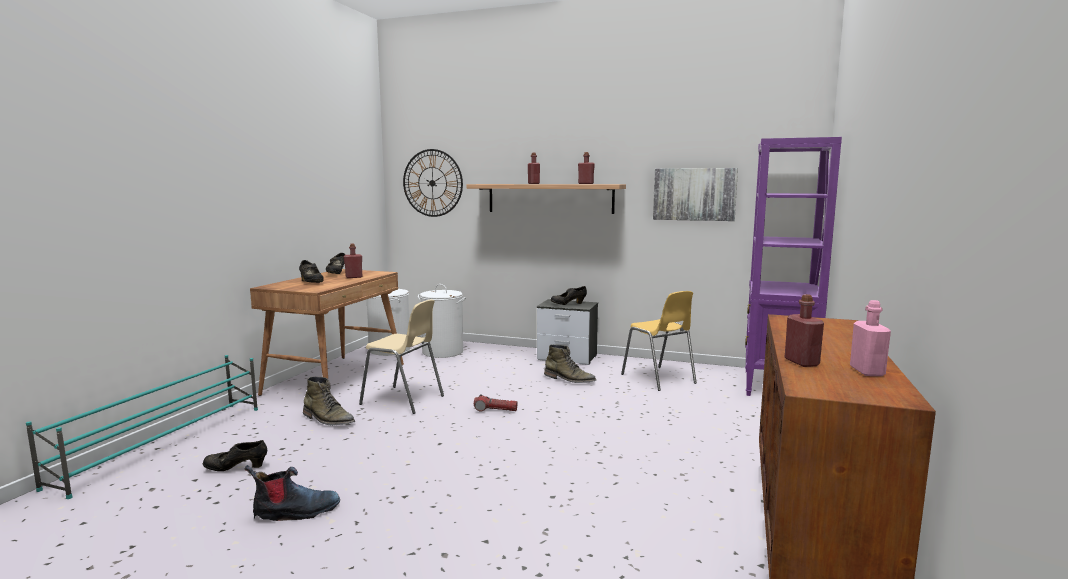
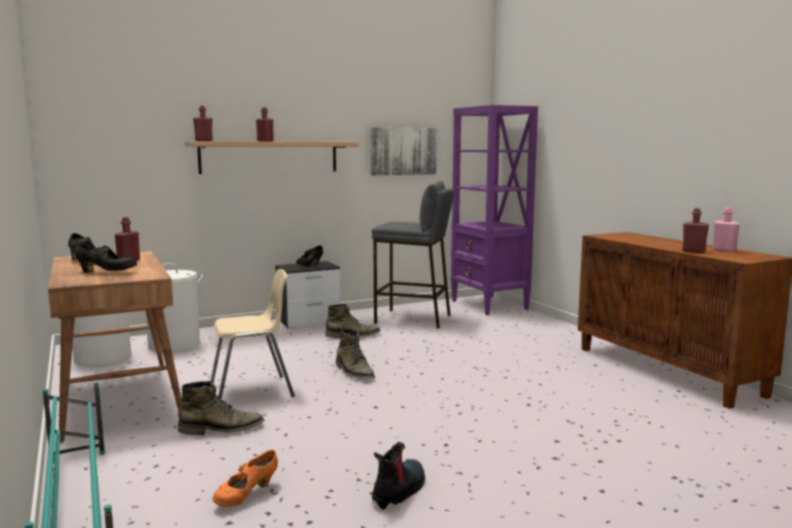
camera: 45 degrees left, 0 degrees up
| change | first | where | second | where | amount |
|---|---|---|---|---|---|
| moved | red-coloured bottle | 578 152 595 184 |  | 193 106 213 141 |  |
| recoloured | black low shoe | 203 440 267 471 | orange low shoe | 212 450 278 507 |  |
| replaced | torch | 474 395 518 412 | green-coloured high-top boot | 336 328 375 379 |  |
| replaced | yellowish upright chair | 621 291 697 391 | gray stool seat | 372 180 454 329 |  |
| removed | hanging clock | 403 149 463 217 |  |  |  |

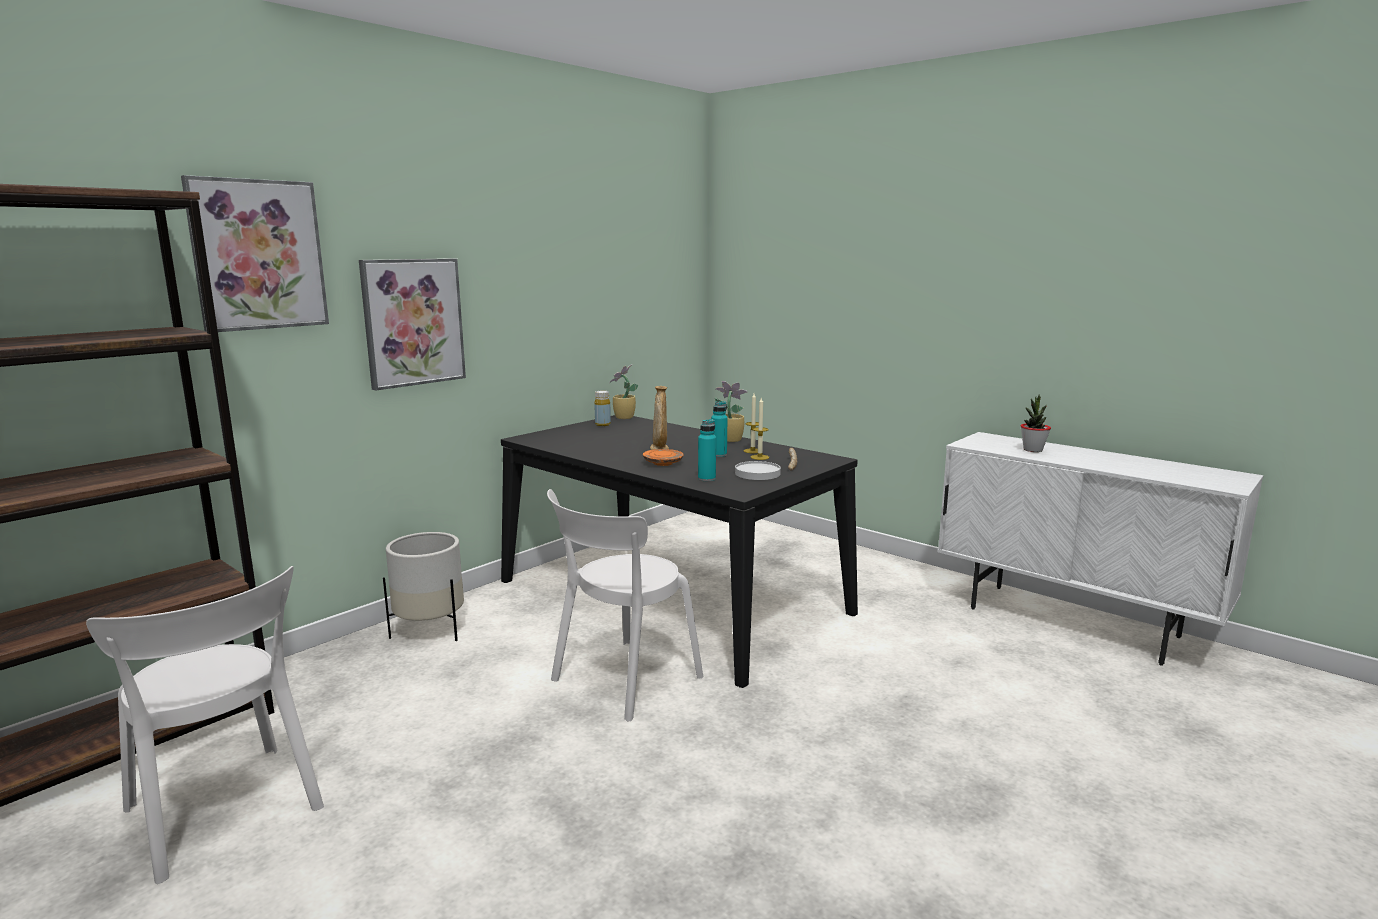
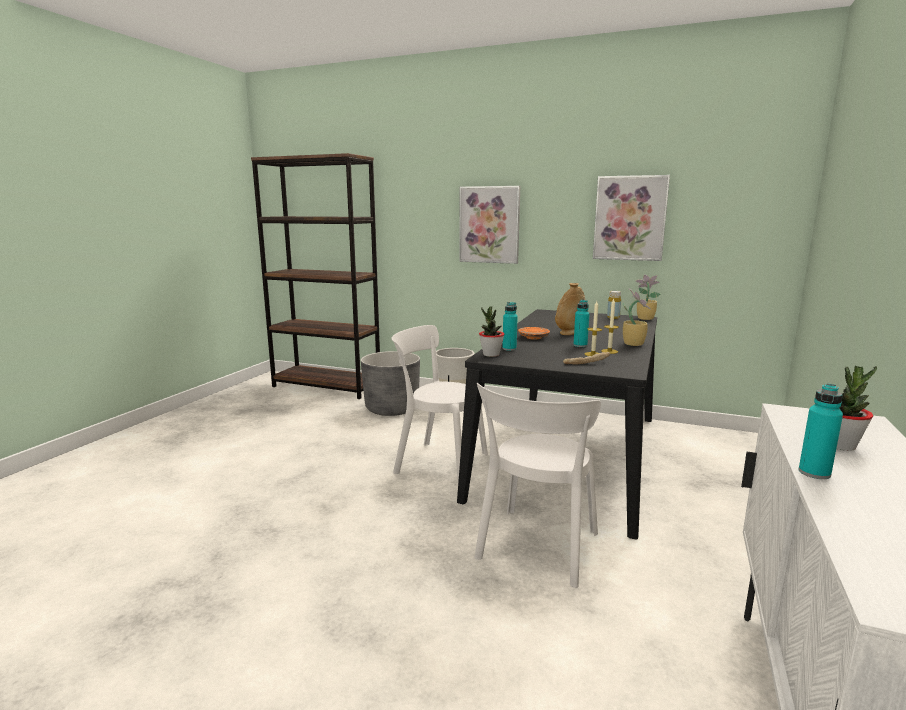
camera: 70 degrees right, 0 degrees up
| change | first | where | second | where | amount |
|---|---|---|---|---|---|
| added |  |  | gray plant pot | 361 351 420 416 |  |
| moved | whitish upright chair | 86 566 324 884 |  | 474 383 601 588 |  |
| added |  |  | plant in a pot | 479 306 505 357 |  |
| moved | picture | 181 175 329 332 |  | 593 175 670 261 |  |
| added |  |  | turquoise-coloured bottle | 799 383 843 479 |  |
| removed | whitish flat dish | 735 461 781 480 |  |  |  |

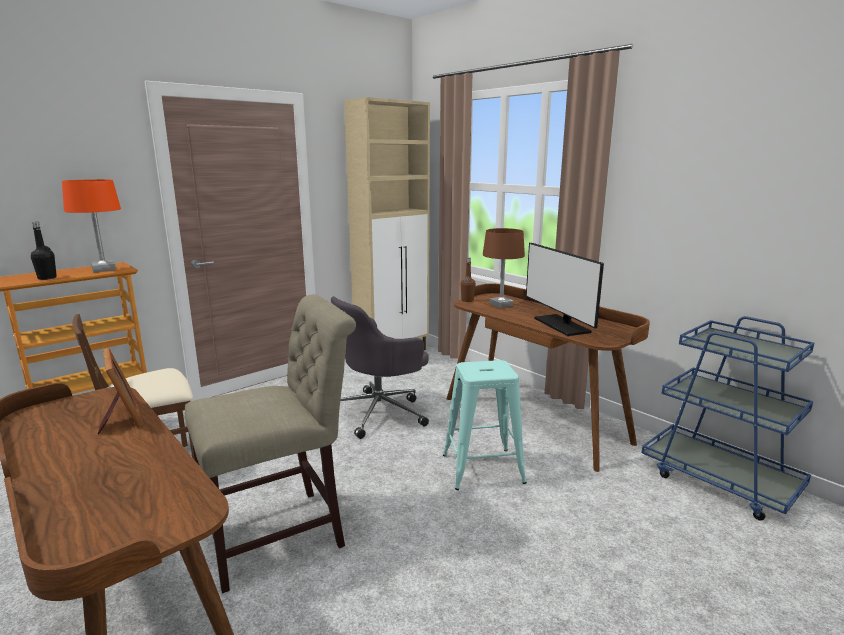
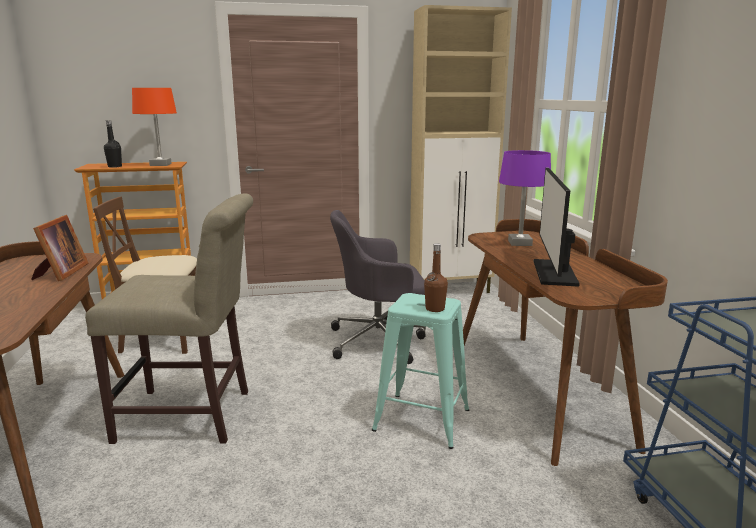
camera: 30 degrees right, 0 degrees up
| change | first | where | second | where | amount |
|---|---|---|---|---|---|
| moved | brown bottle | 461 258 476 302 |  | 424 243 448 312 |  |
| recoloured | brown tabletop lamp | 483 228 525 308 | purple-coloured tabletop lamp | 499 150 551 246 |  |

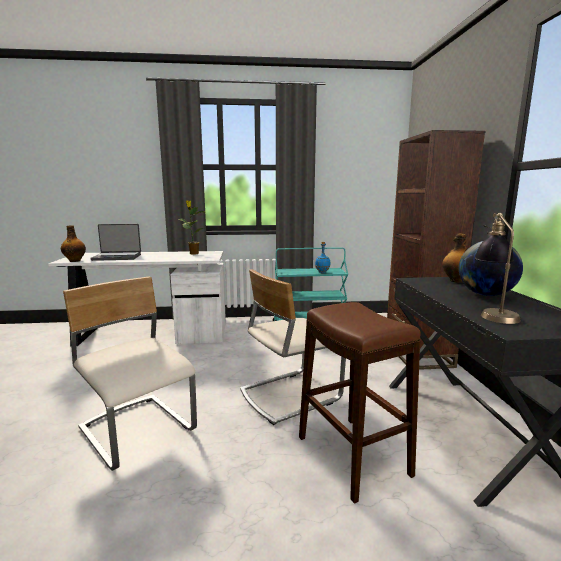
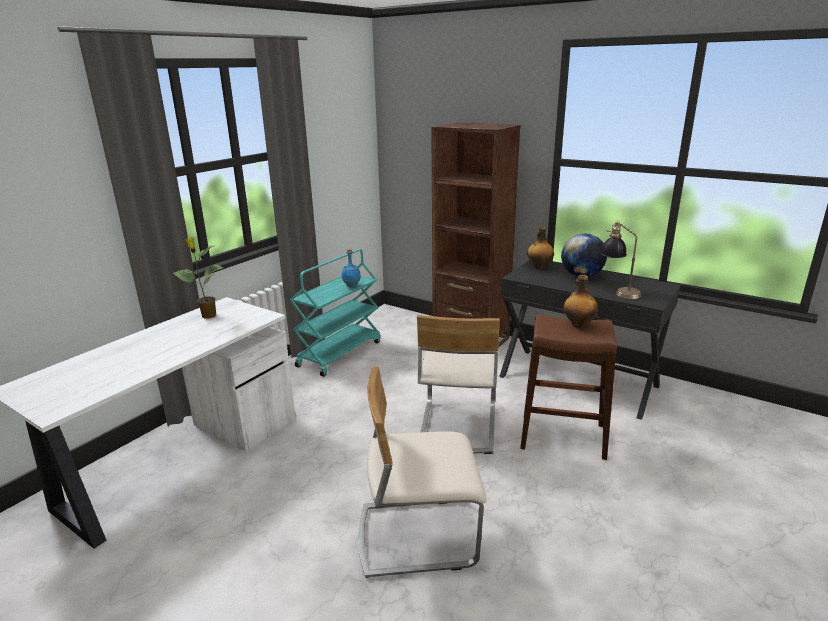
camera: 50 degrees left, 10 degrees up
| change | first | where | second | where | amount |
|---|---|---|---|---|---|
| moved | bottle | 61 225 86 262 |  | 563 275 598 328 |  |
| removed | laptop | 90 224 141 261 |  |  |  |

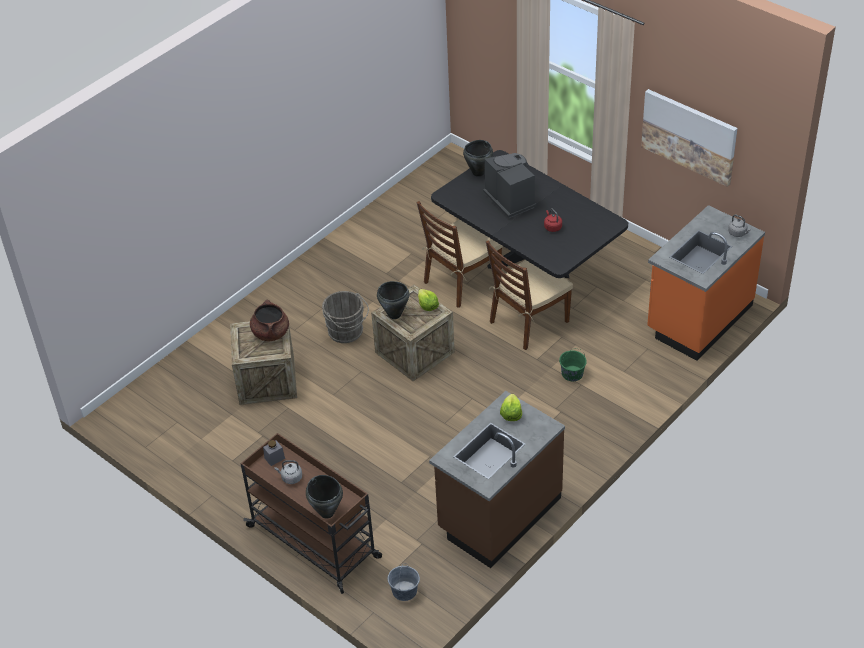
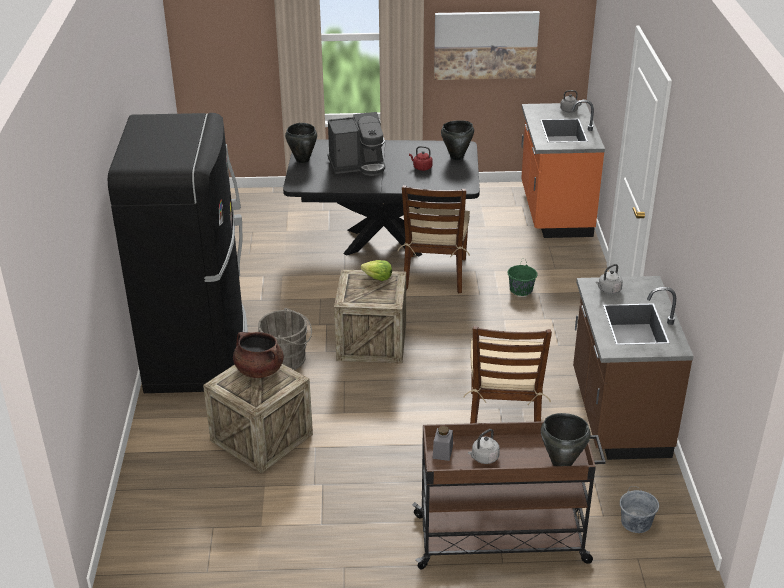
camera: 45 degrees left, 10 degrees down
| change | first | where | second | where | amount |
|---|---|---|---|---|---|
| added |  |  | black refrigerator | 108 113 248 393 |  |
| turned | coffee maker | 483 153 537 218 |  | 328 112 385 176 | 150 degrees clockwise |
| moved | black cooking pot | 377 281 410 319 |  | 441 120 474 160 |  |
| moved | brown upright chair | 417 201 503 308 |  | 463 326 552 423 |  |
| replaced | lettuce head | 500 394 522 421 | gray tea kettle | 596 264 623 294 |  |

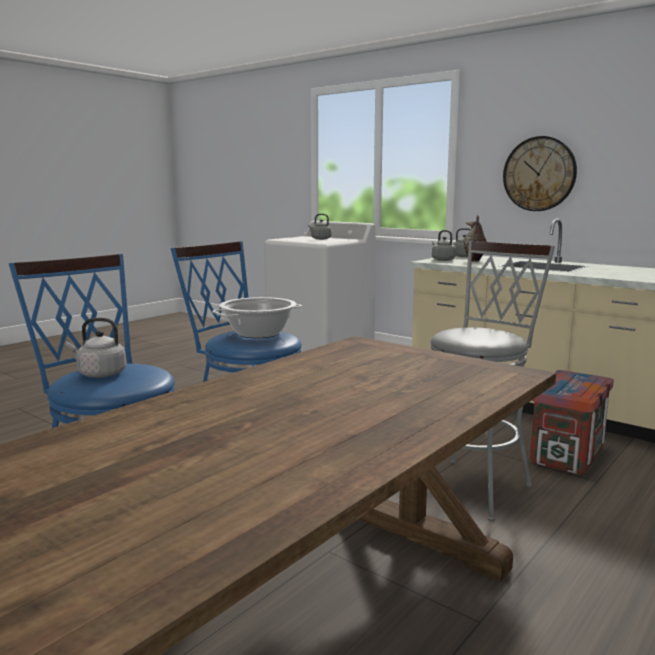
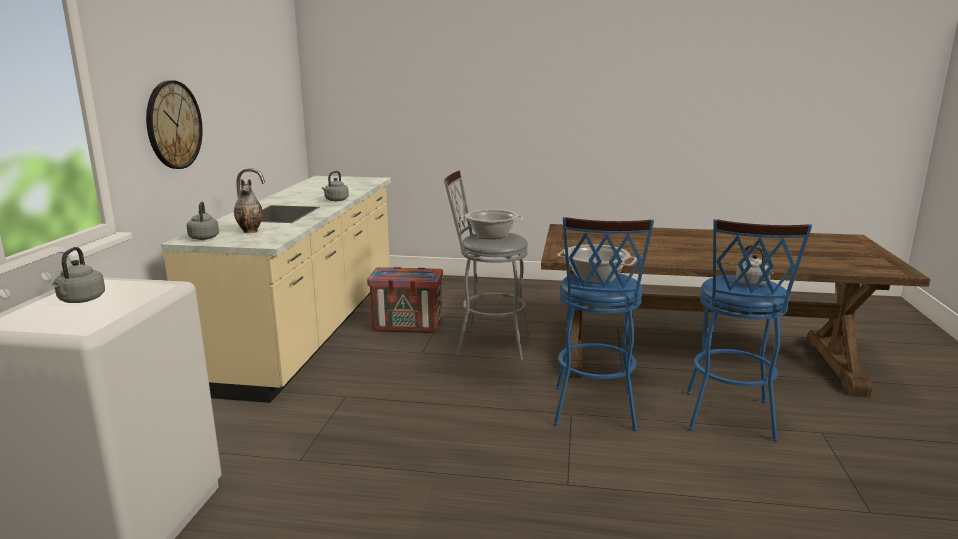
camera: 120 degrees left, 5 degrees up
| change | first | where | second | where | amount |
|---|---|---|---|---|---|
| moved | gray tea kettle | 432 230 456 261 |  | 322 171 349 201 |  |
| added |  |  | cooking pot | 461 209 523 239 |  |

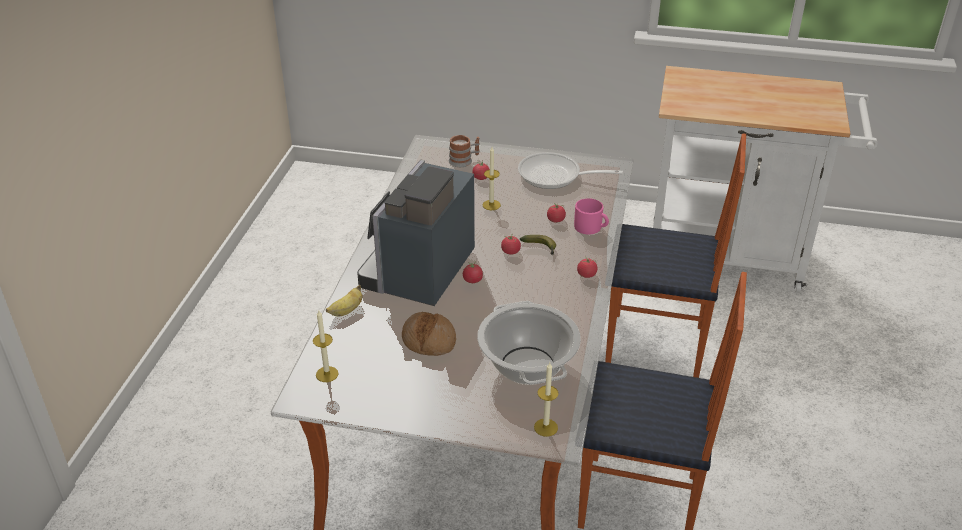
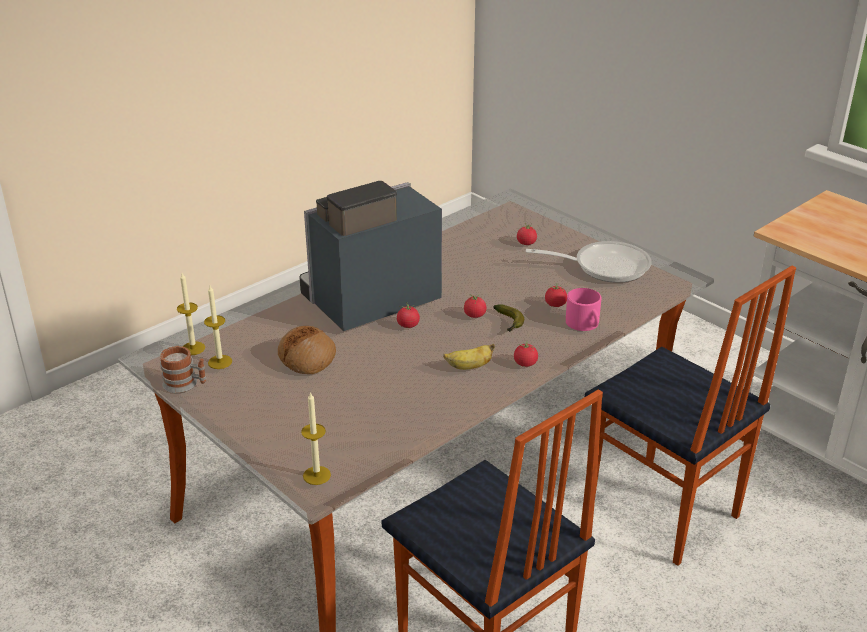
camera: 35 degrees right, 5 degrees down
| change | first | where | second | where | amount |
|---|---|---|---|---|---|
| moved | coffee mug | 449 135 480 167 |  | 160 346 206 393 |  |
| moved | wax candle | 482 147 501 210 |  | 204 286 232 369 |  |
| moved | banana fruit | 326 285 363 316 |  | 443 344 495 370 |  |
| turned | skillet | 518 152 623 189 |  | 526 241 651 283 | 135 degrees clockwise |
| removed | cooking pot | 477 301 581 385 |  |  |  |

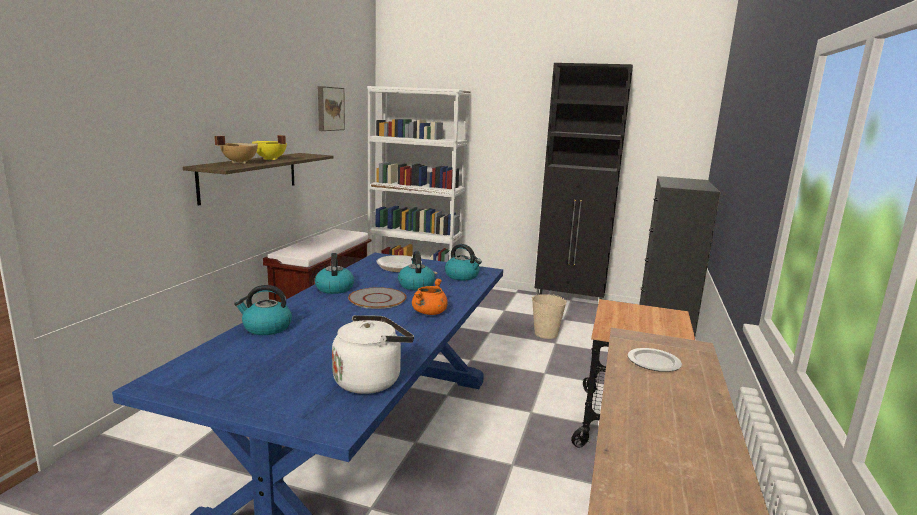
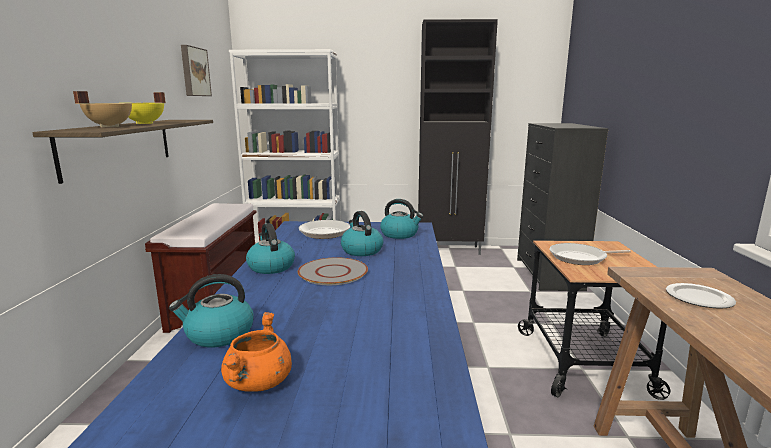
camera: 15 degrees left, 0 degrees up
| change | first | where | second | where | amount |
|---|---|---|---|---|---|
| moved | orange cooking pot | 412 279 448 315 |  | 221 312 292 392 |  |
| added |  |  | skillet | 550 243 631 265 |  |
| removed | whitish tea kettle | 332 315 414 394 |  |  |  |
| removed | beige-coloured bucket | 532 294 567 339 |  |  |  |

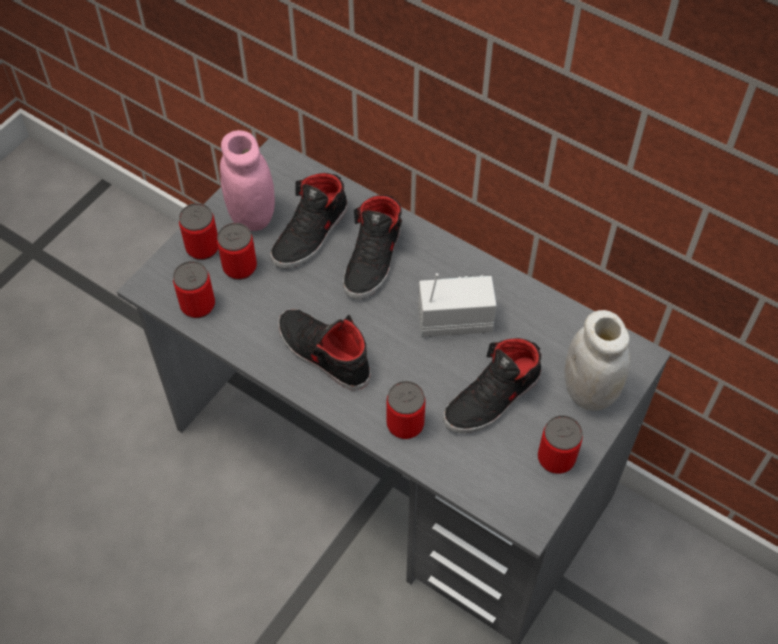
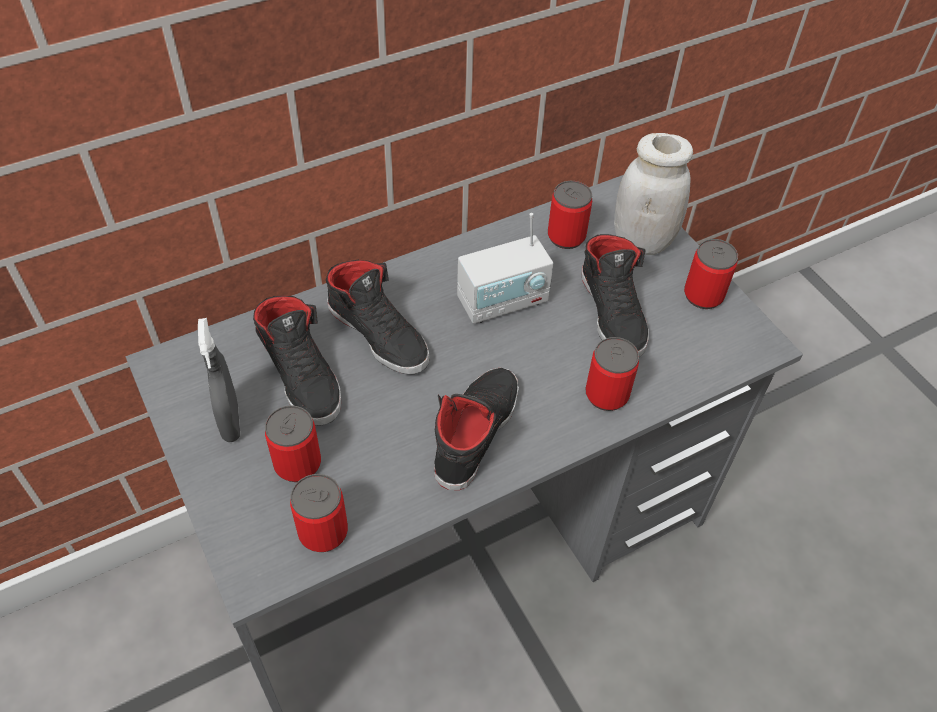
camera: 65 degrees left, 5 degrees down
| change | first | where | second | where | amount |
|---|---|---|---|---|---|
| replaced | pink jar | 220 130 275 231 | gray spray bottle | 198 318 240 442 |  |
| turned | black low shoe | 278 309 371 390 |  | 434 368 519 490 | 135 degrees clockwise |
| turned | radio | 418 273 497 337 |  | 457 213 554 324 | 135 degrees counterclockwise |
| moved | can | 179 203 218 260 |  | 548 181 592 249 |  |

